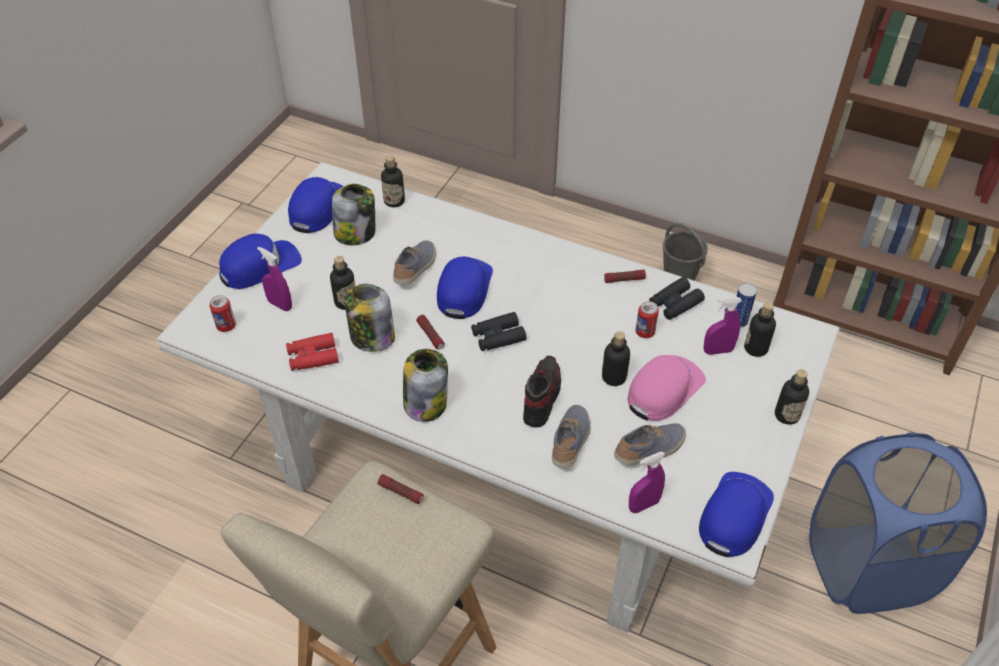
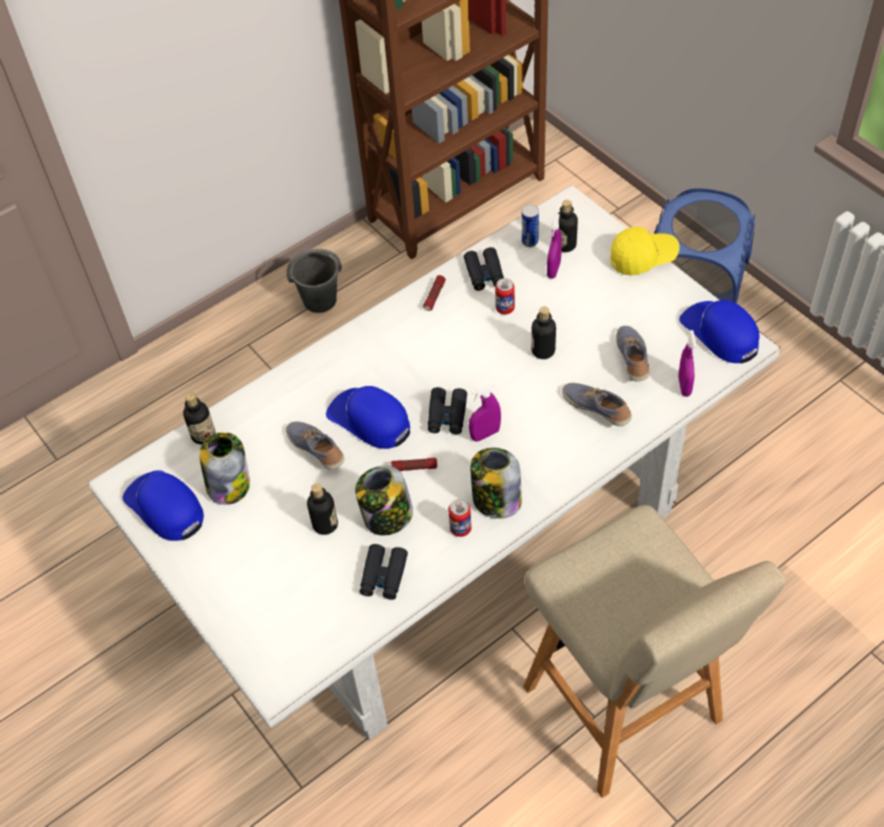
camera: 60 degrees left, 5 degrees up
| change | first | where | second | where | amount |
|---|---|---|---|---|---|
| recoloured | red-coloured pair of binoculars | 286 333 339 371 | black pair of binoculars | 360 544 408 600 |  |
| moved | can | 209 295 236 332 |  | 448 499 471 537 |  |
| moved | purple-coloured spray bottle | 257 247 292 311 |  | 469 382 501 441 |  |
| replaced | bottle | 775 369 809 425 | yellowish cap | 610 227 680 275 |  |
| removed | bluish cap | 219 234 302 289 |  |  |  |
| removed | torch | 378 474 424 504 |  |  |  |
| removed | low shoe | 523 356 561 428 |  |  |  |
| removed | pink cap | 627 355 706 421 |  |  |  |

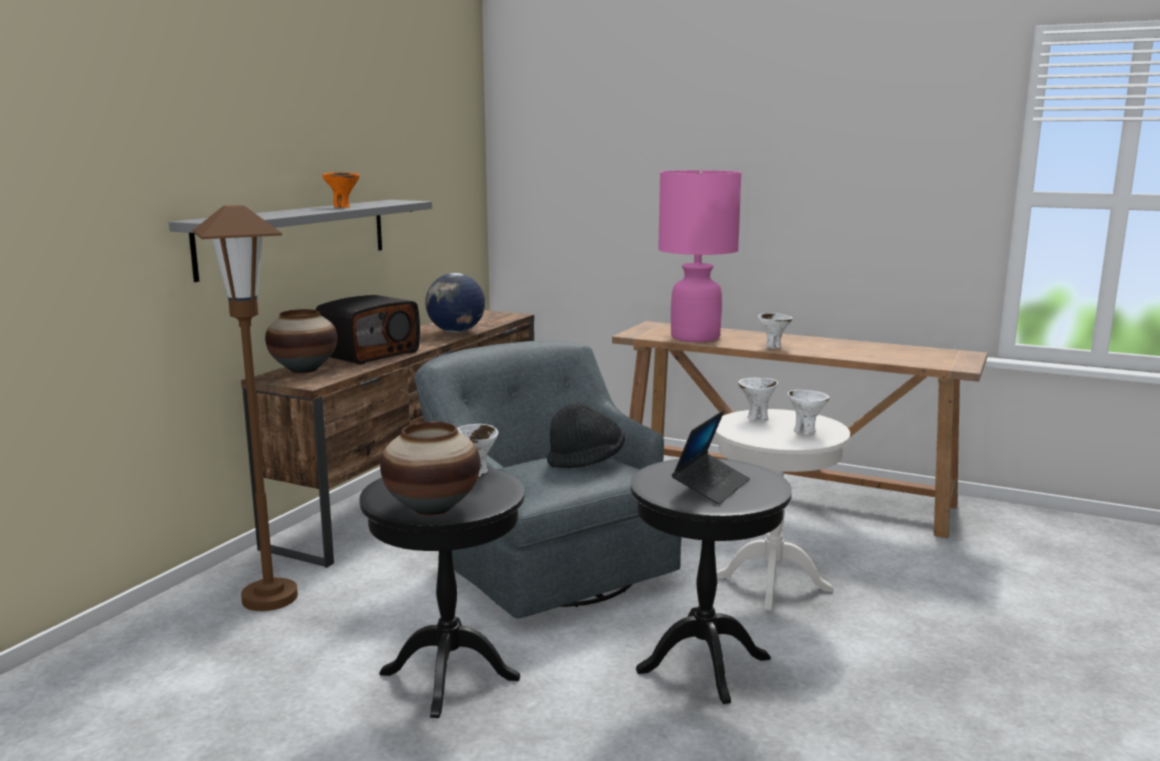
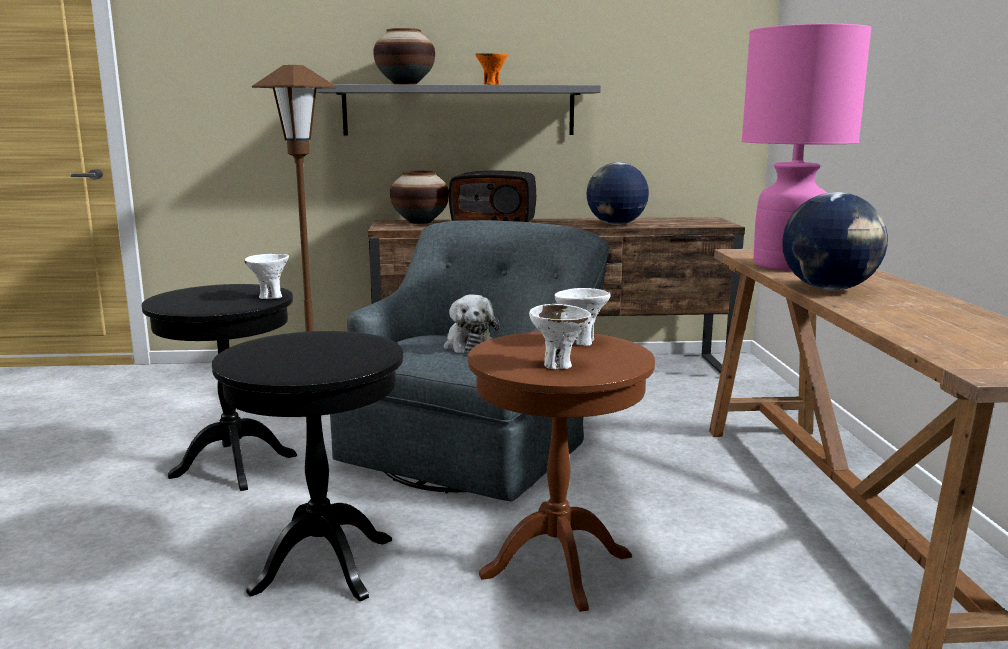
camera: 60 degrees right, 0 degrees up
| change | first | where | second | where | amount |
|---|---|---|---|---|---|
| moved | flower vase | 380 421 480 516 |  | 373 28 435 84 |  |
| replaced | black wearable hat | 547 401 625 468 | soft toy | 444 295 499 354 |  |
| recoloured | whitish accent table | 715 409 850 611 | brown accent table | 468 332 655 612 |  |
| replaced | whitish bowl | 758 313 792 349 | world globe | 783 192 888 291 |  |
| removed | laptop | 672 410 750 505 |  |  |  |

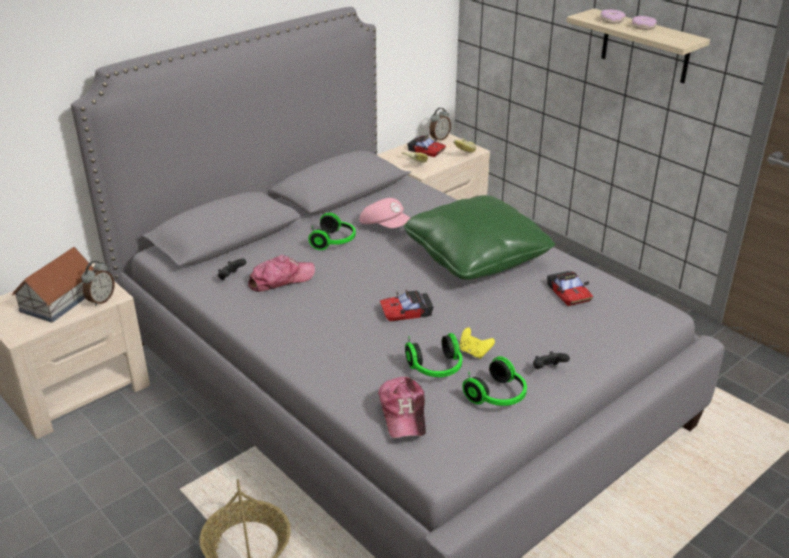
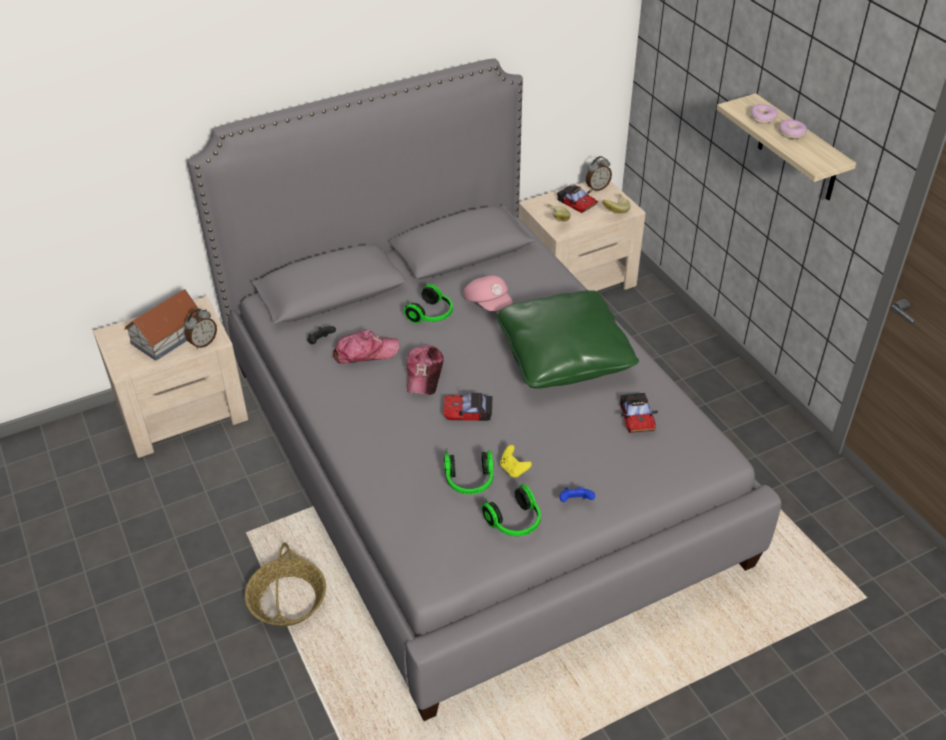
camera: 15 degrees right, 10 degrees up
| change | first | where | second | where | amount |
|---|---|---|---|---|---|
| moved | cap | 378 377 426 438 |  | 407 345 444 395 |  |
| recoloured | black gamepad | 533 351 570 369 | bluish gamepad | 559 486 595 502 |  |

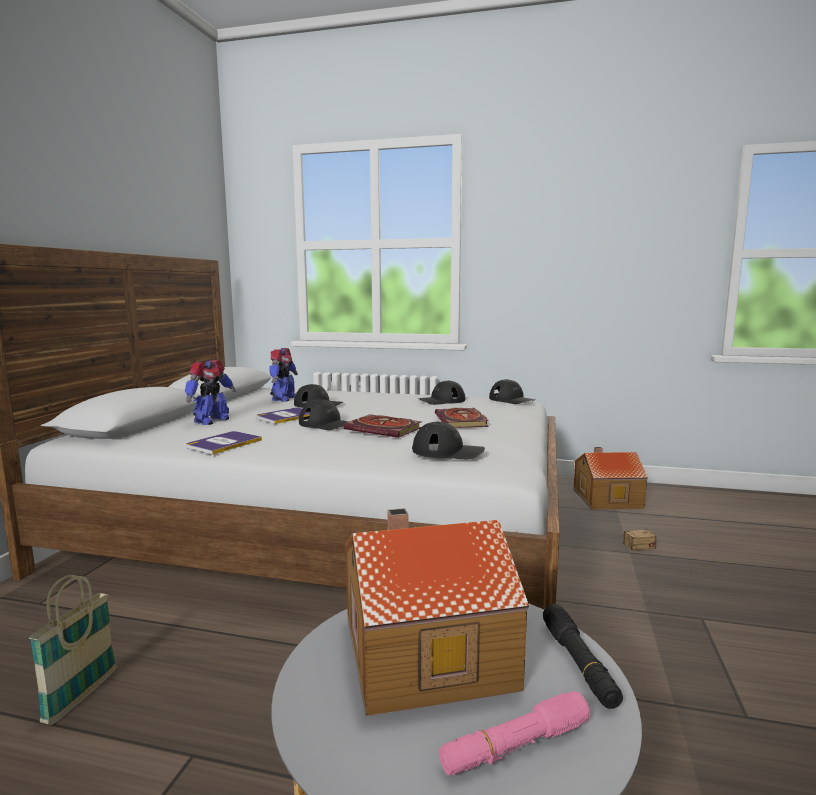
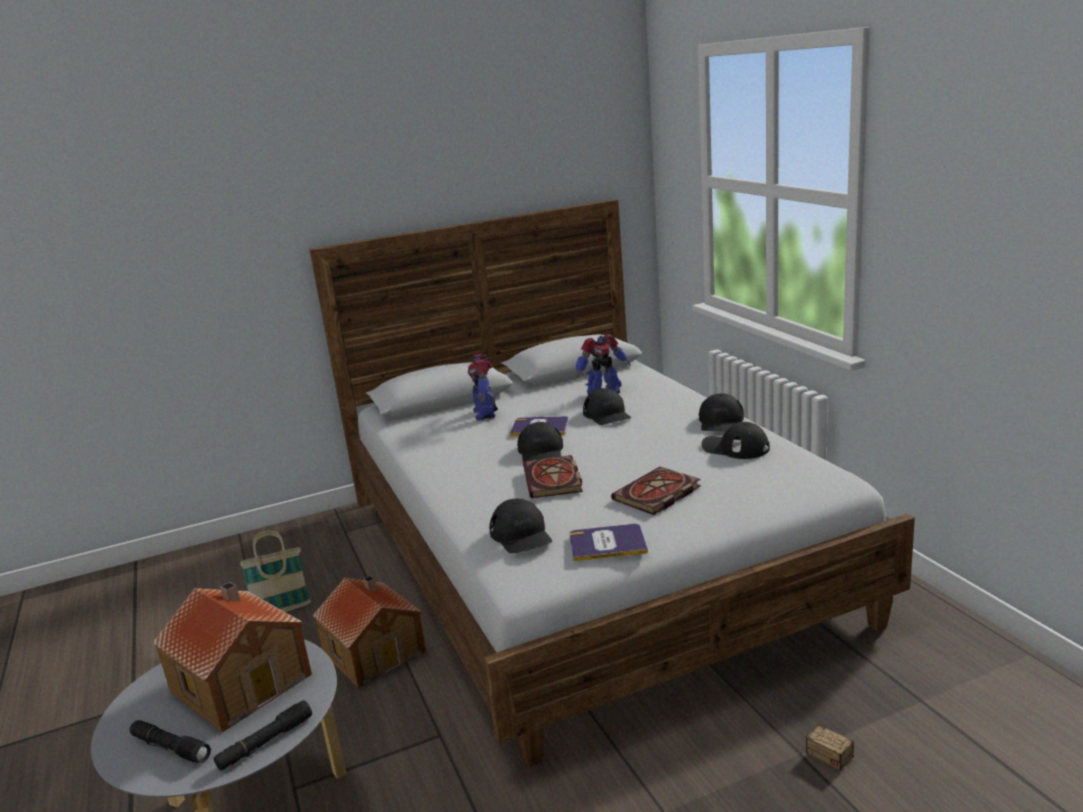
camera: 55 degrees right, 10 degrees up
| change | first | where | second | where | amount |
|---|---|---|---|---|---|
| recoloured | pink torch | 439 691 590 775 | black torch | 130 720 211 763 |  |
| moved | model house | 573 447 648 509 |  | 313 576 426 688 |  |
| turned | toy robot | 185 360 236 425 |  | 468 353 498 421 | 90 degrees clockwise |
| moved | book | 187 431 262 455 |  | 569 524 648 561 |  |
| moved | black cap | 489 379 535 404 |  | 699 393 744 431 |  |

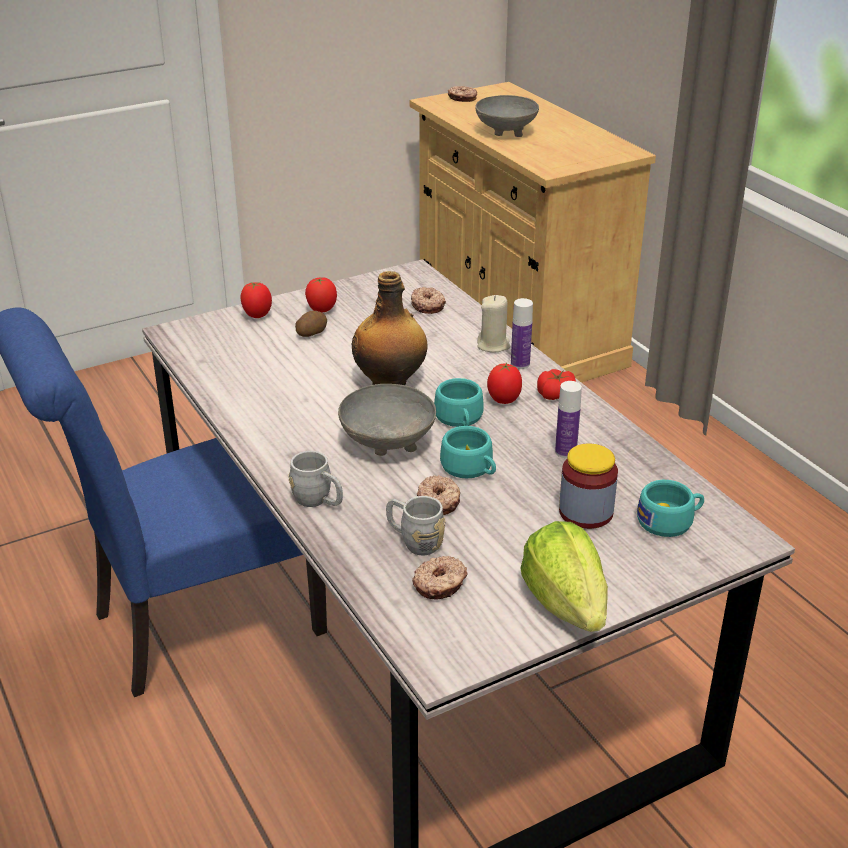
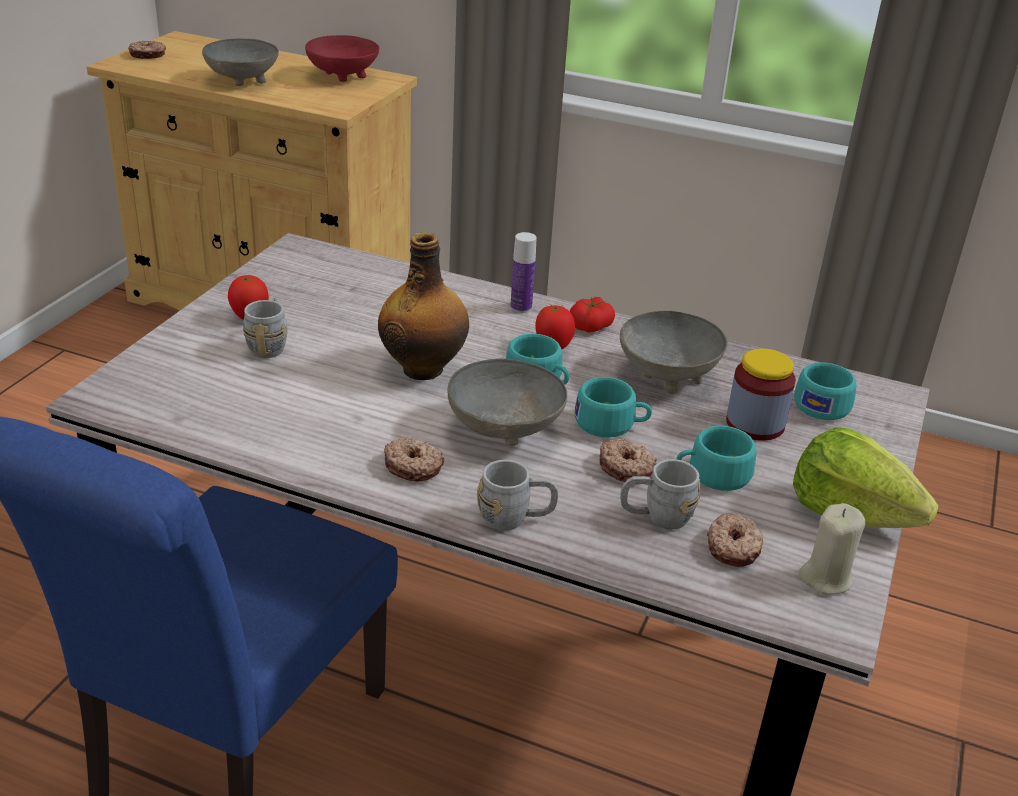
camera: 40 degrees left, 0 degrees up
| change | first | where | second | where | amount |
|---|---|---|---|---|---|
| replaced | spud | 295 311 327 337 | gray coffee mug | 243 297 287 358 |  |
| added |  |  | red-coloured bowl | 305 35 379 82 |  |
| moved | ring doughnut | 411 287 446 314 |  | 384 437 444 482 |  |
| replaced | bottle | 555 381 582 458 | gray bowl | 620 311 728 394 |  |
| added |  |  | turquoise-coloured cup | 677 426 757 491 |  |
| moved | beige-coloured wax candle | 477 295 510 353 |  | 799 503 865 595 |  |
| removed | fresh tomato | 241 282 272 318 |  |  |  |

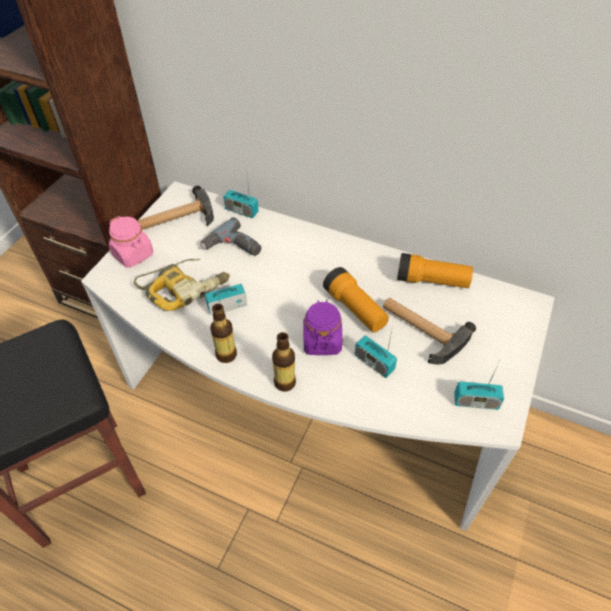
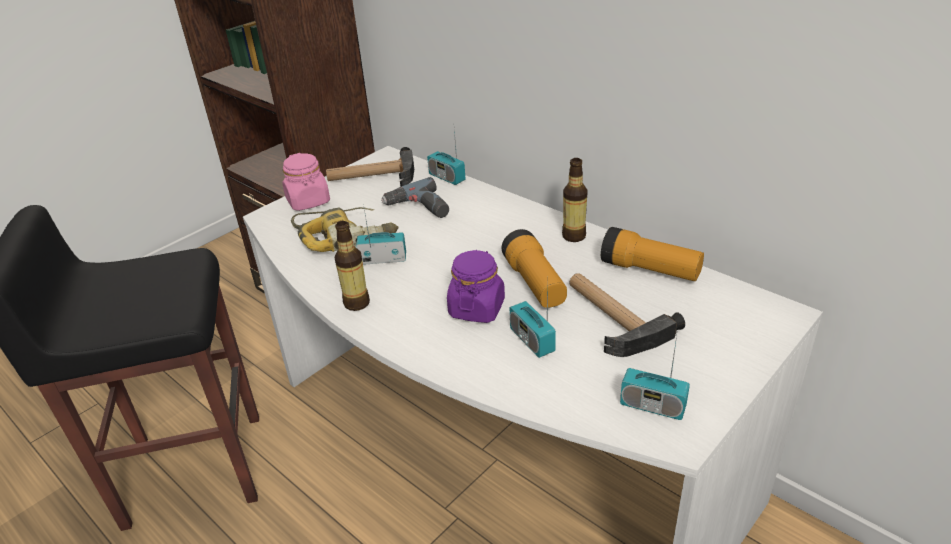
camera: 20 degrees right, 15 degrees down
| change | first | where | second | where | amount |
|---|---|---|---|---|---|
| moved | bottle | 272 332 296 392 |  | 562 158 588 242 |  |

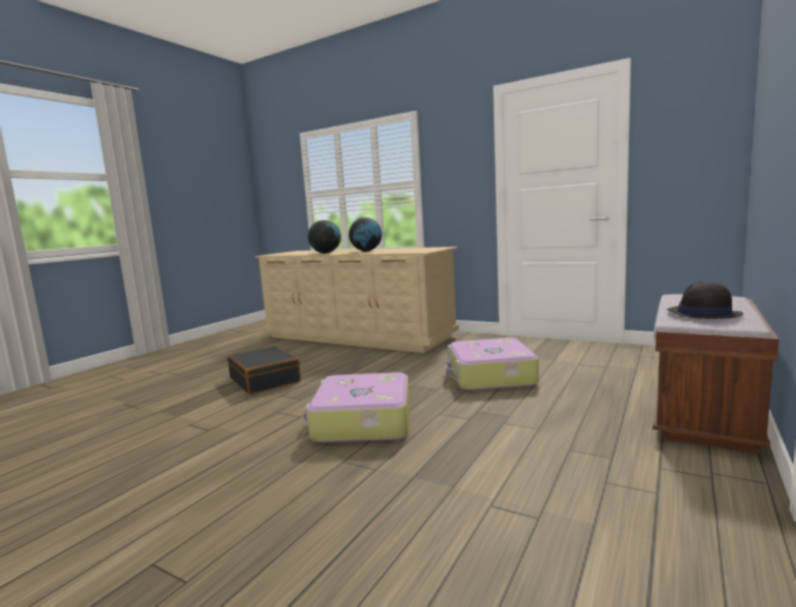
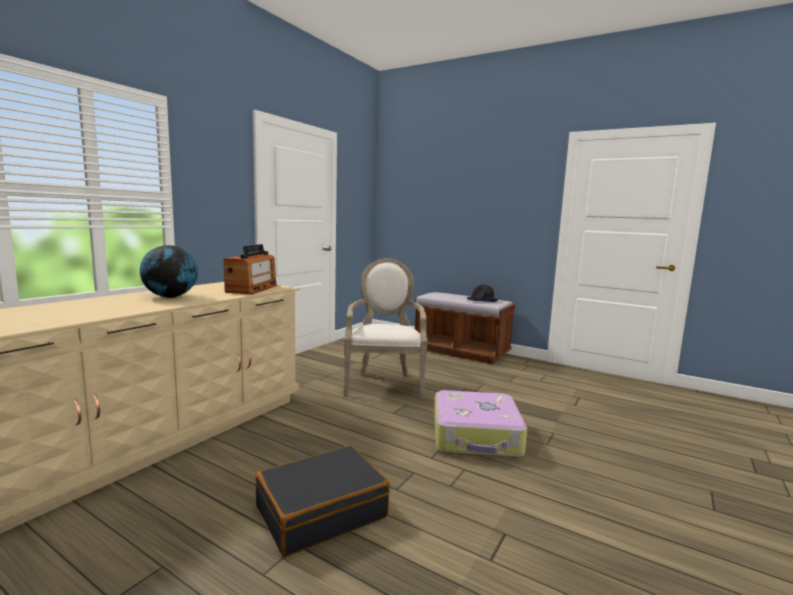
camera: 90 degrees left, 0 degrees up
| change | first | where | second | where | amount |
|---|---|---|---|---|---|
| added |  |  | radio | 224 244 277 294 |  |
| replaced | suitcase | 446 338 539 391 | armchair | 343 258 428 399 |  |
| removed | world globe | 308 220 341 254 |  |  |  |

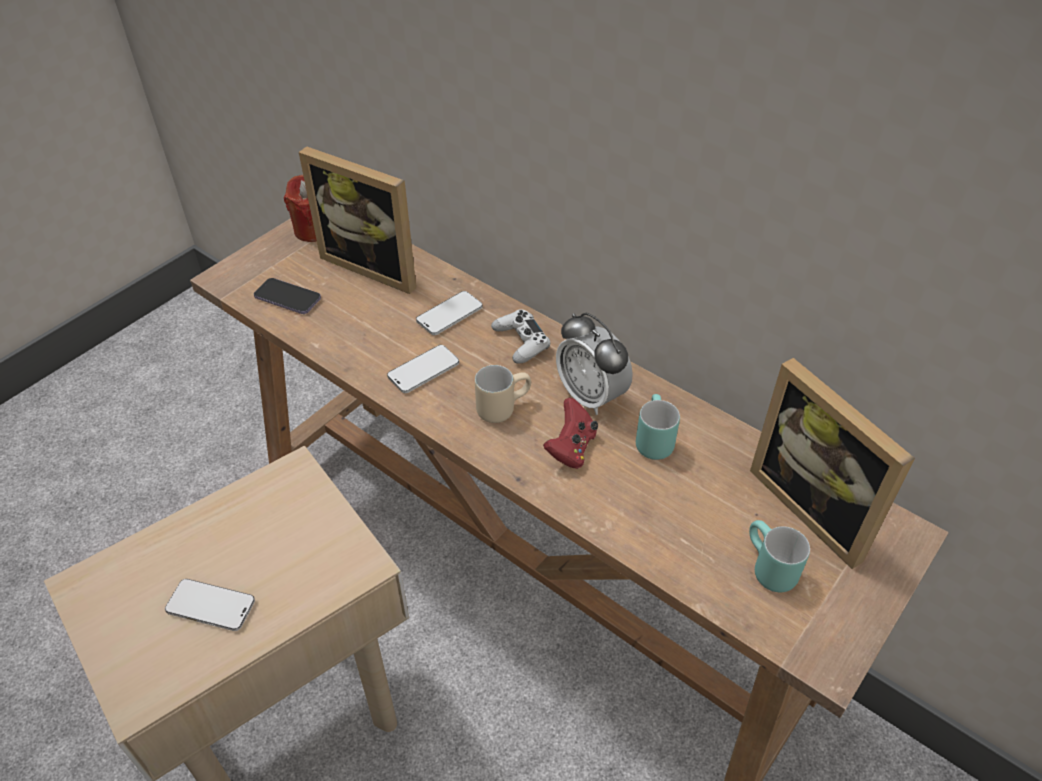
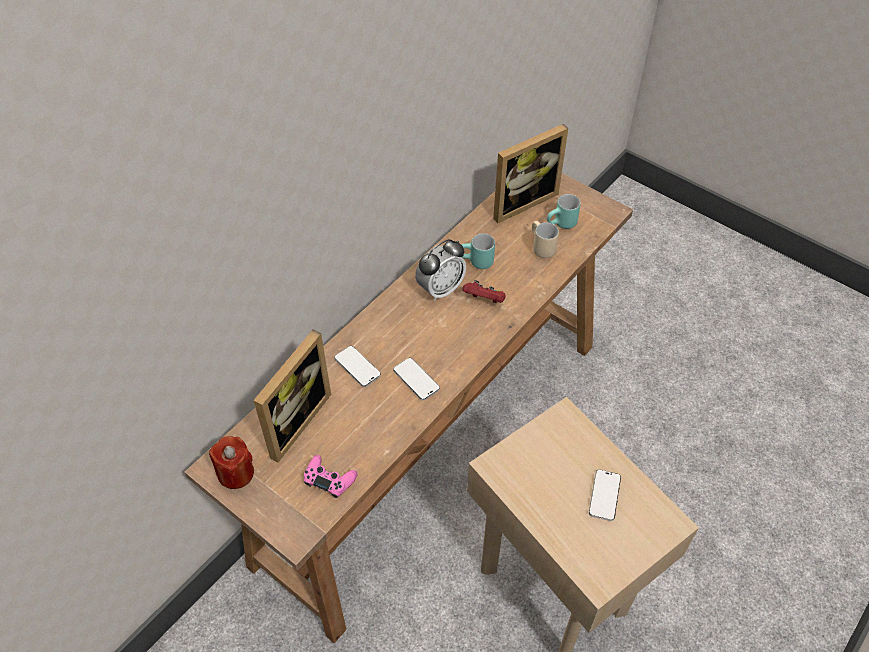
camera: 90 degrees left, 5 degrees up
| change | first | where | second | where | amount |
|---|---|---|---|---|---|
| replaced | telephone | 254 278 321 314 | pink gamepad | 304 455 357 498 |  |
| moved | beige-coloured coffee mug | 475 365 531 423 |  | 532 221 559 258 |  |
| removed | whitish gamepad | 491 309 550 364 |  |  |  |

